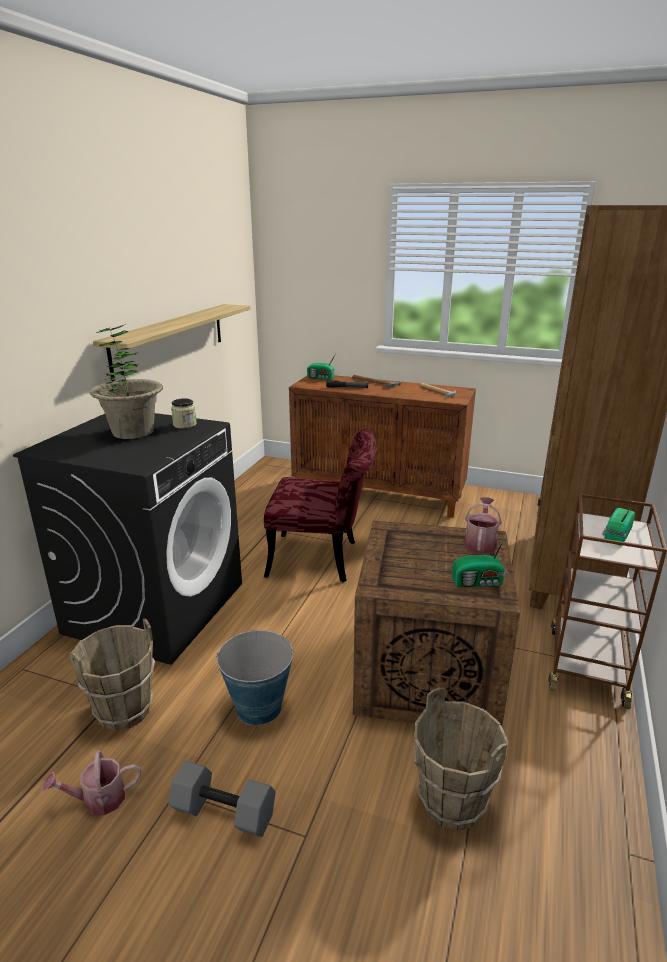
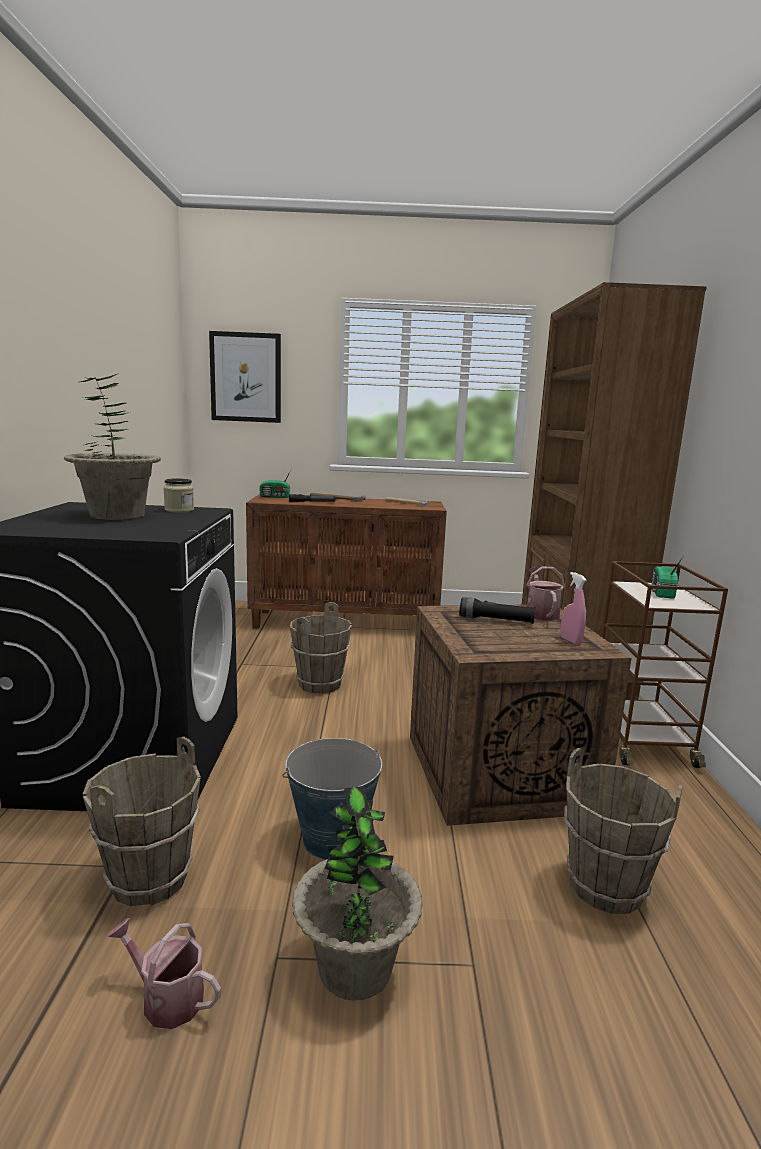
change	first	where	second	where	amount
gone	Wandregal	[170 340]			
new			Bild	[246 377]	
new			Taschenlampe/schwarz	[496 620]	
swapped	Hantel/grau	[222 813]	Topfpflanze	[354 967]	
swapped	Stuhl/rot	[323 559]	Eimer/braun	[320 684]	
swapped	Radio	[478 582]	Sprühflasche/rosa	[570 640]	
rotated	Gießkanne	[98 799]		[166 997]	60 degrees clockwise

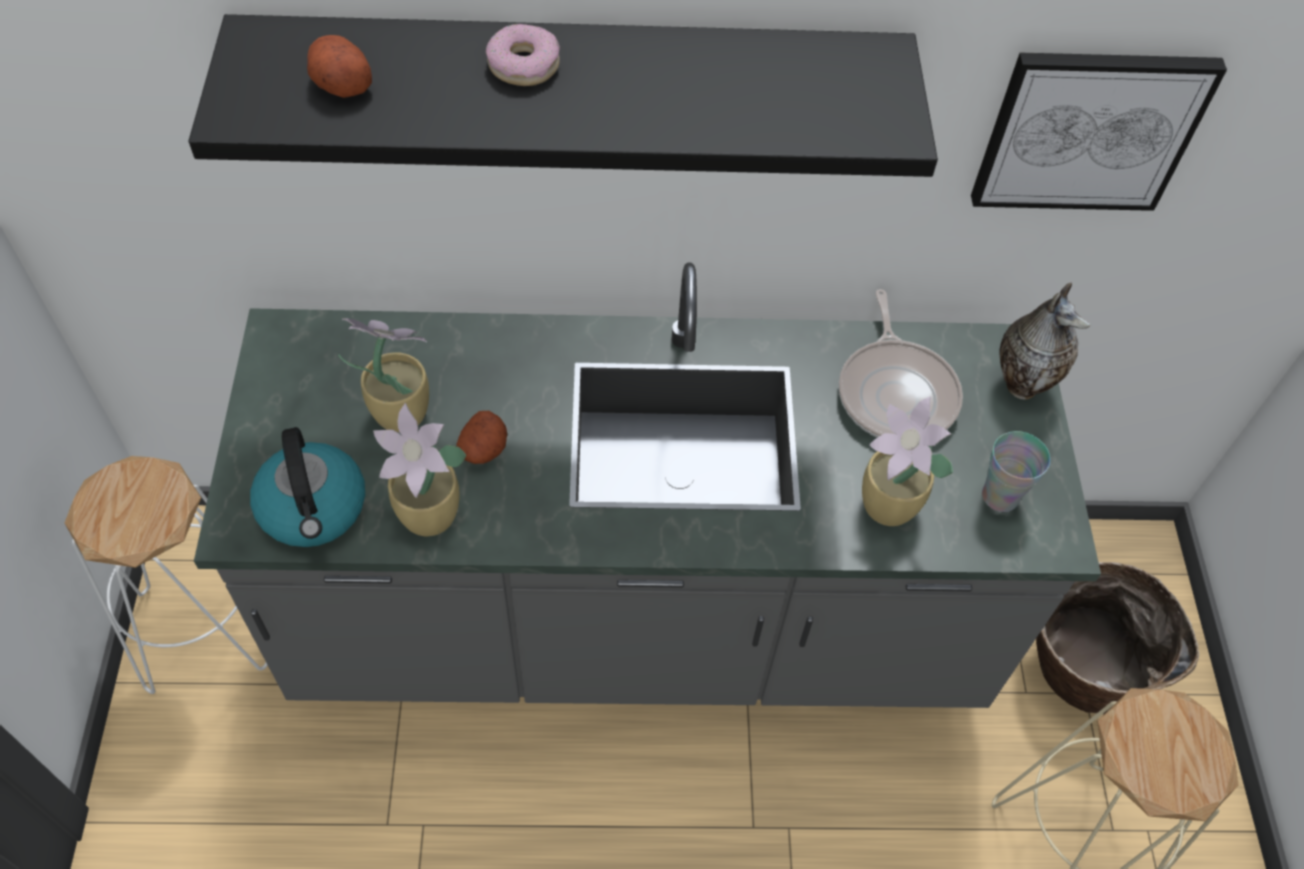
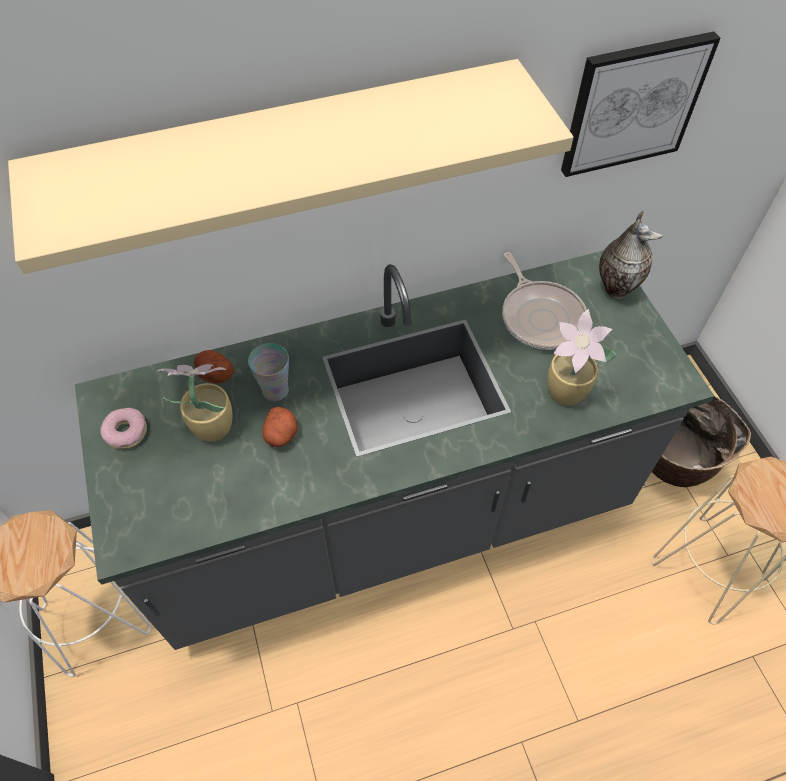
change	first	where	second	where	amount
gone	Wasserkessel	[314 509]			
gone	Topfpflanze	[431 517]			
shifted	Kartoffel	[340 83]		[214 373]	
shifted	Donut	[524 65]		[126 432]	
shifted	Tasse	[1000 496]		[275 390]	
repainted	Wandregal/schwarz	[573 80]	Wandregal/beige	[284 150]	

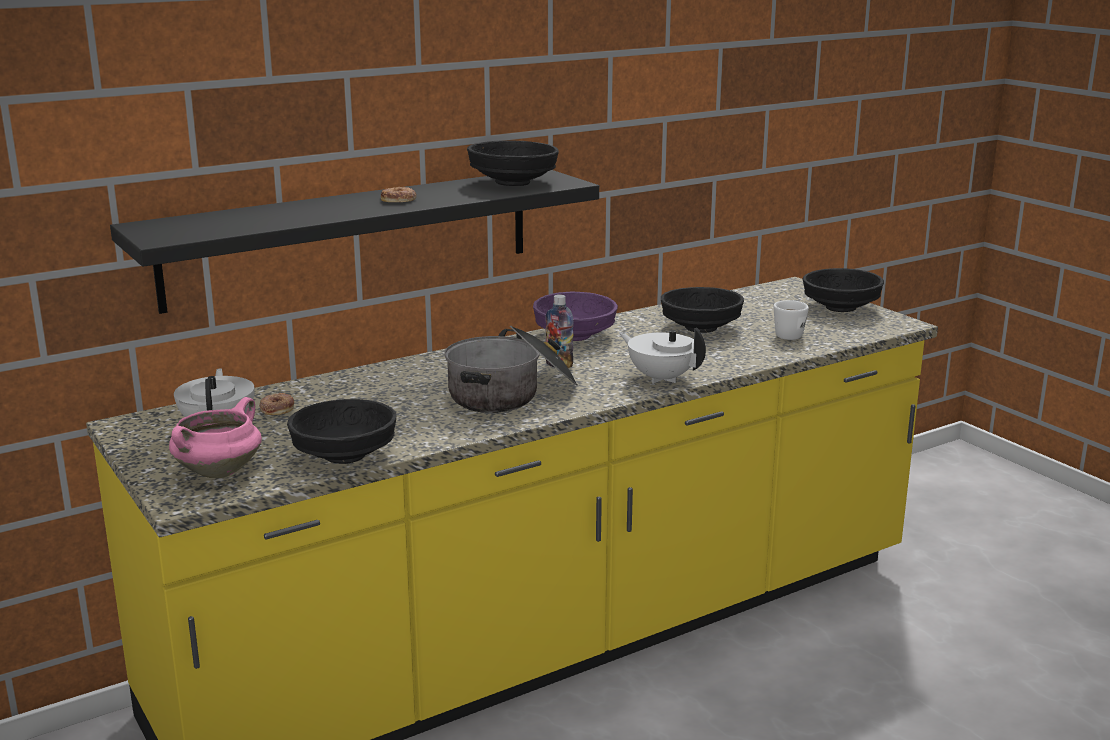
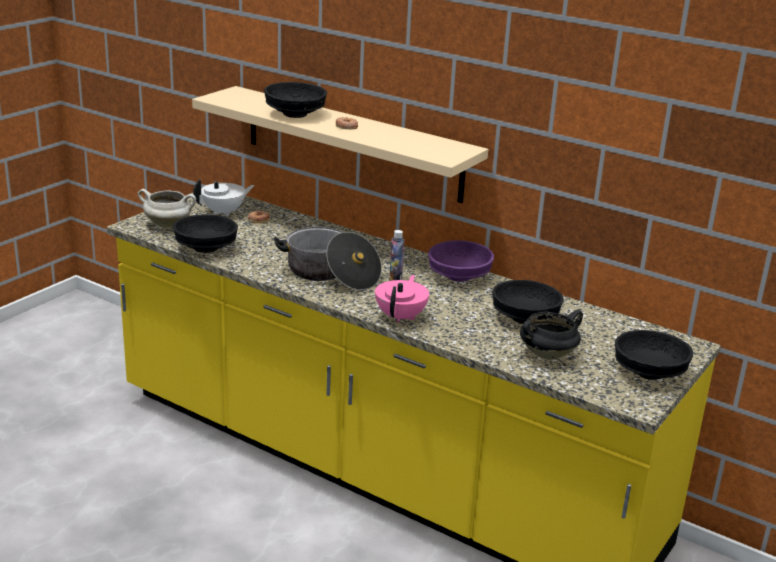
change	first	where	second	where	amount
shifted	Schüssel/schwarz	[513 183]		[294 114]	
swapped	Henkelbecher/weiß	[787 334]	Kochtopf/schwarz	[548 354]	
repainted	Wandregal/schwarz	[351 237]	Wandregal/beige	[352 143]	
repainted	Kochtopf/rosa	[219 471]	Kochtopf/weiß	[169 225]	
repainted	Teekanne/weiß	[661 378]	Teekanne/rosa	[401 317]	

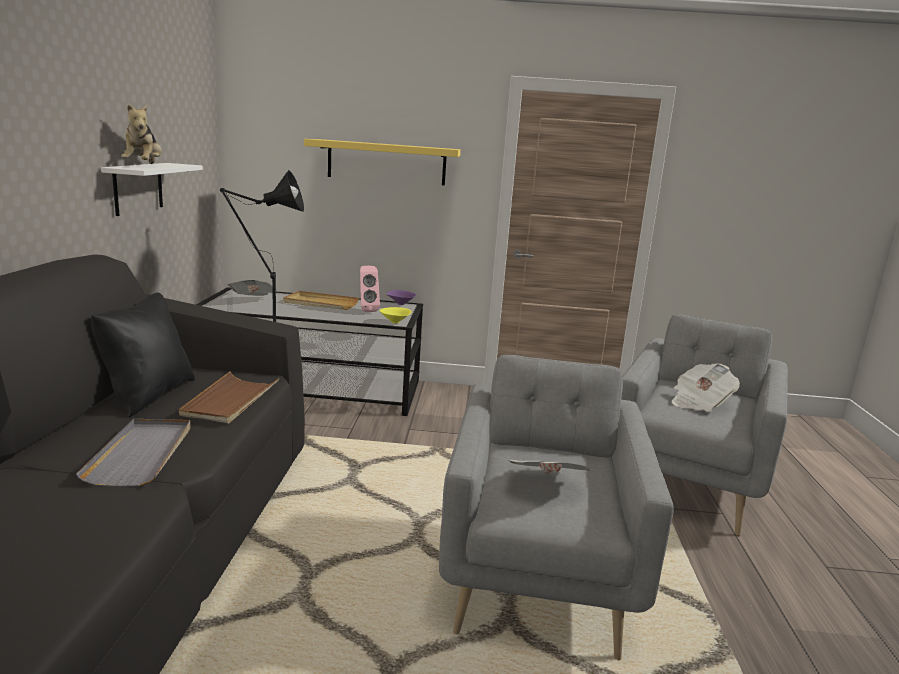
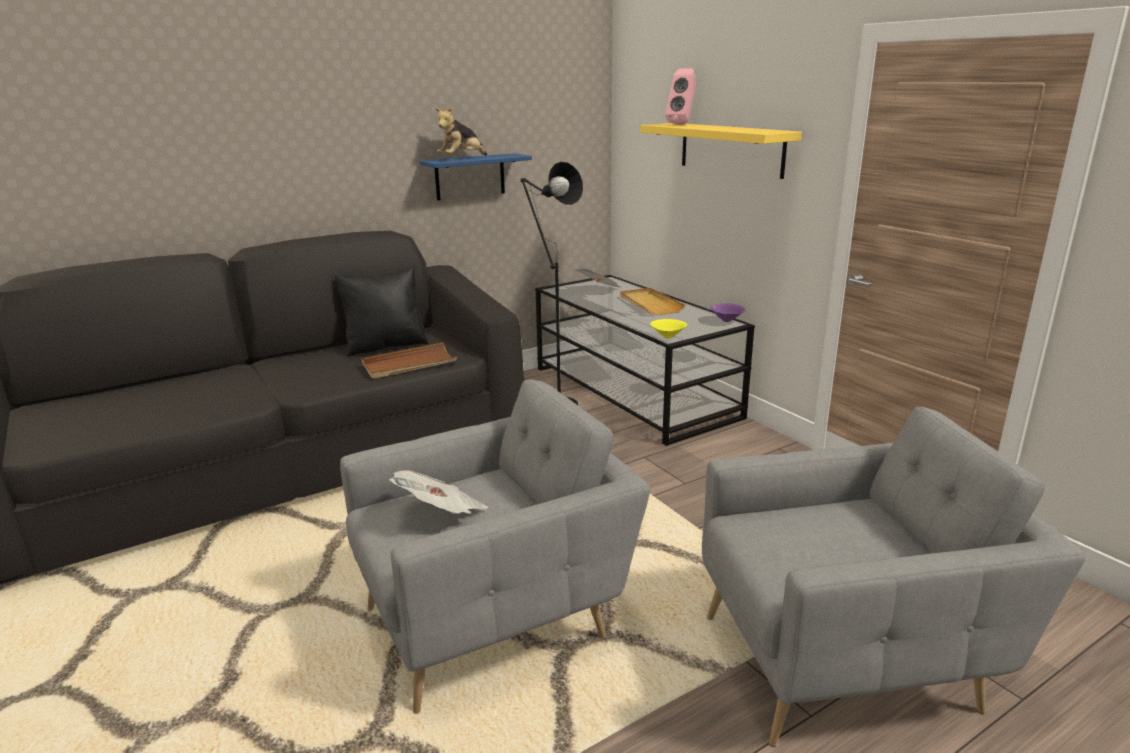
change	first	where	second	where	amount
gone	Tablett/grau	[142 454]			
gone	Zeitung	[699 403]			
shifted	Lautsprecher/rosa	[367 310]		[682 124]	
repainted	Wandregal/weiß	[138 188]	Wandregal/blau	[470 176]	

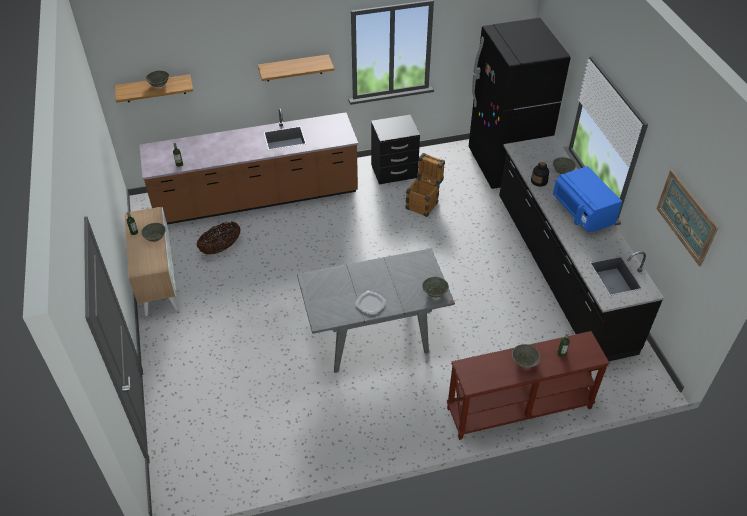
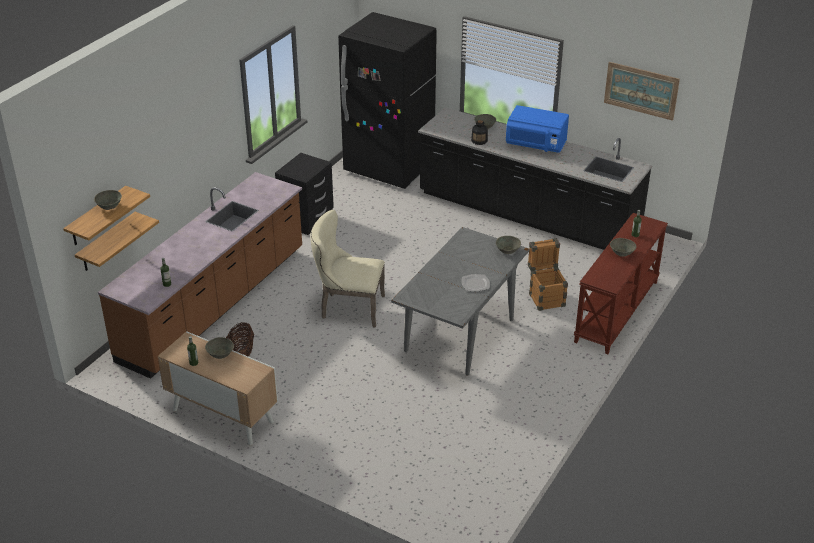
change	first	where	second	where	amount
new			Stuhl/beige	[348 308]	
shifted	Wandregal	[294 68]		[107 242]	
shifted	Kiste	[424 203]		[545 297]	

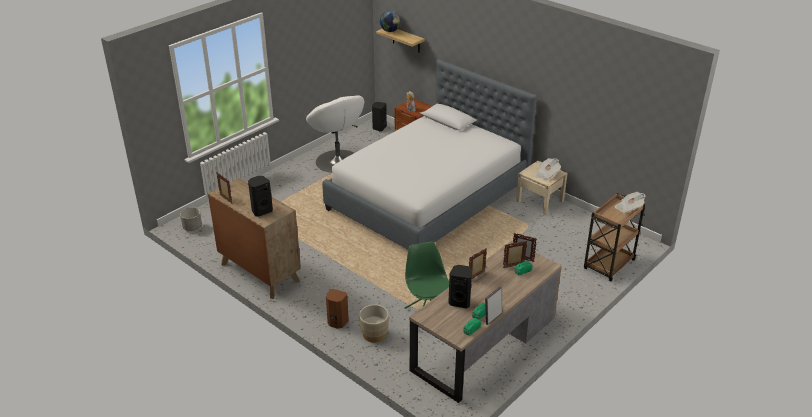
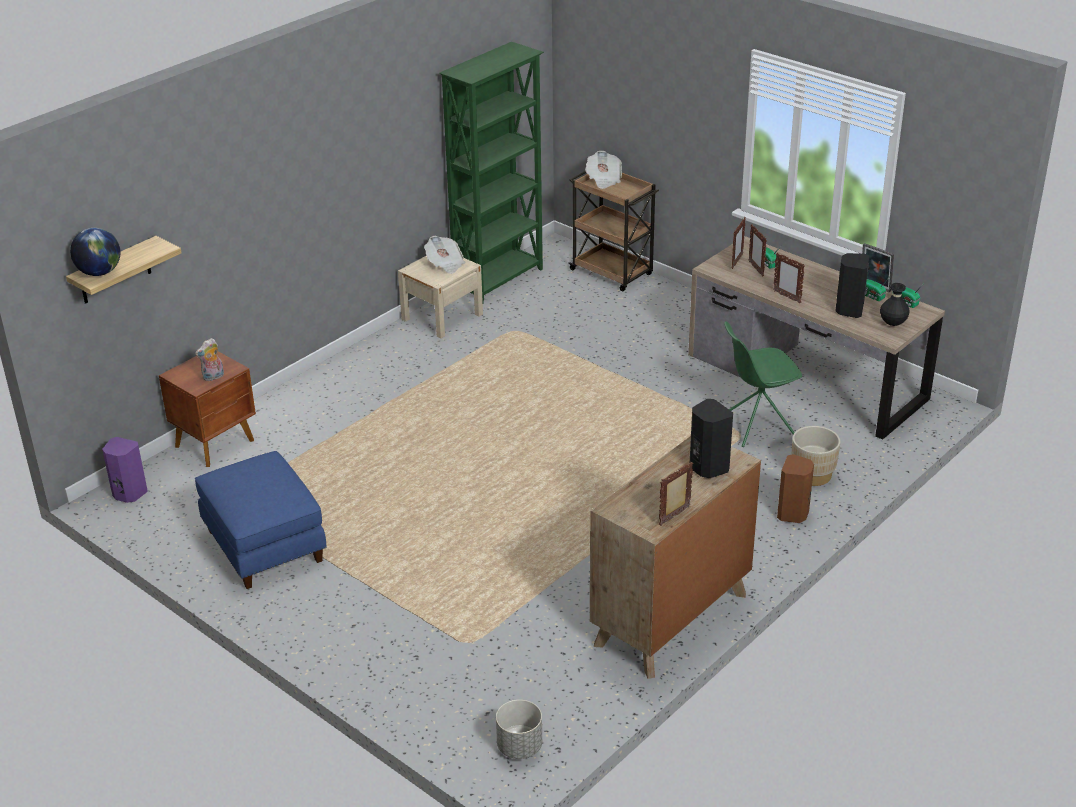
change	first	where	second	where	amount
gone	Bett	[428 197]			
new			Bücherregal/grün	[500 280]	
new			Vase/schwarz	[893 324]	
swapped	Sessel/weiß	[338 161]	Polsterhocker/blau	[266 545]	
repainted	Lautsprecher/schwarz	[379 128]	Lautsprecher/lila	[129 494]	

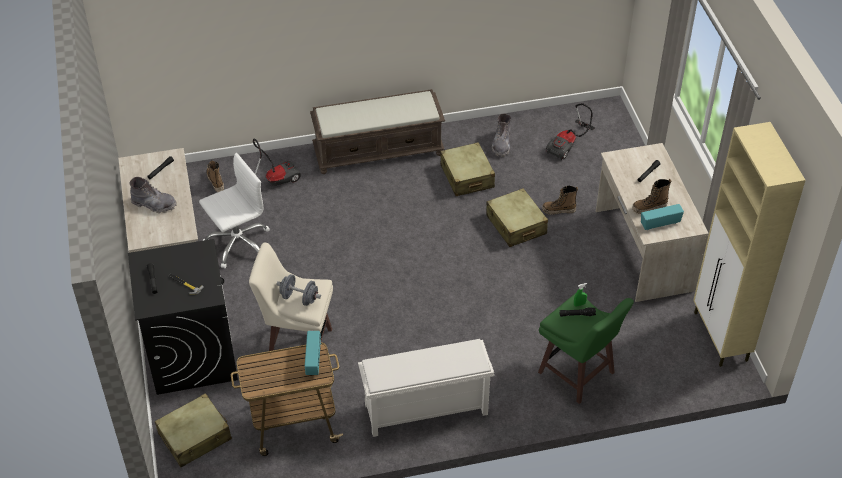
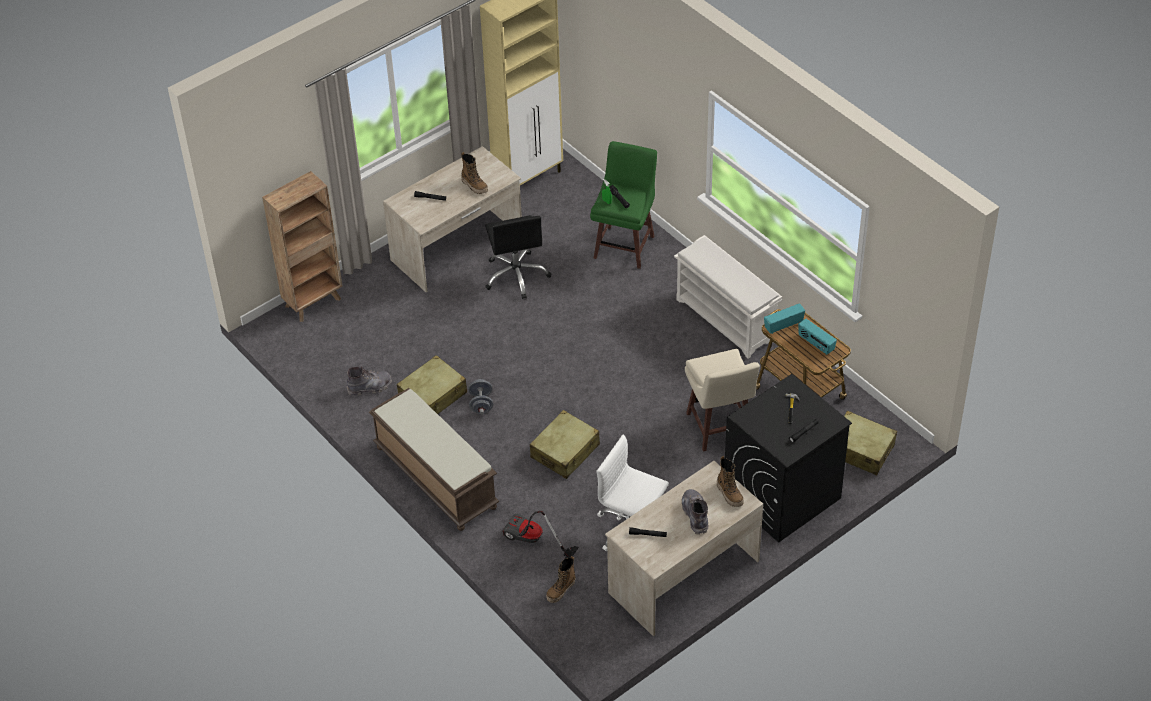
change	first	where	second	where	amount
gone	Staubsauger	[569 145]			
new			Bücherregal/braun	[314 302]	
new			Bürostuhl/schwarz	[516 275]	
shifted	Hantel/grau	[299 298]		[481 404]	
shifted	Koffer/beige	[516 225]		[565 451]	
shifted	Stiefel	[558 210]		[729 494]	
shifted	Radio	[660 224]		[816 344]	

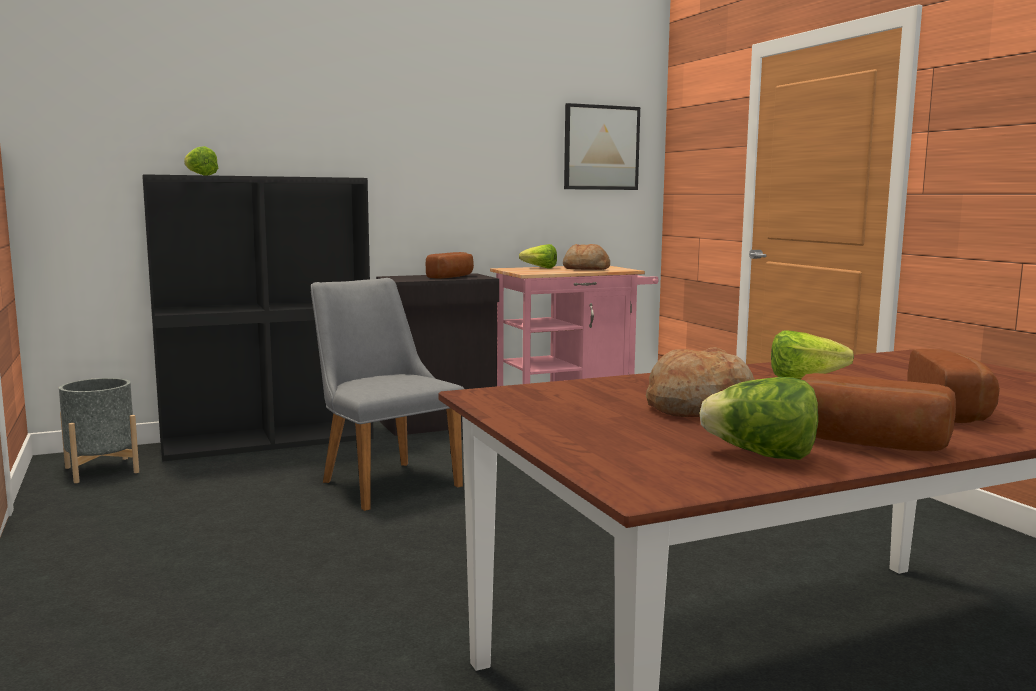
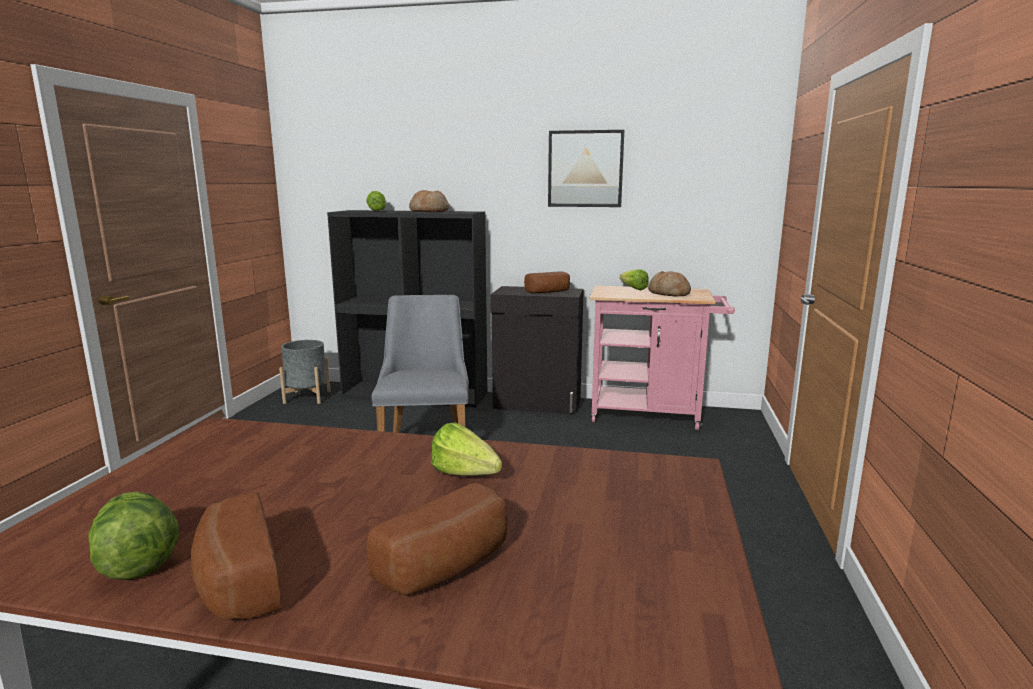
change	first	where	second	where	amount
shifted	Bild	[601 147]		[585 169]	
shifted	Brot	[700 408]		[429 211]	

